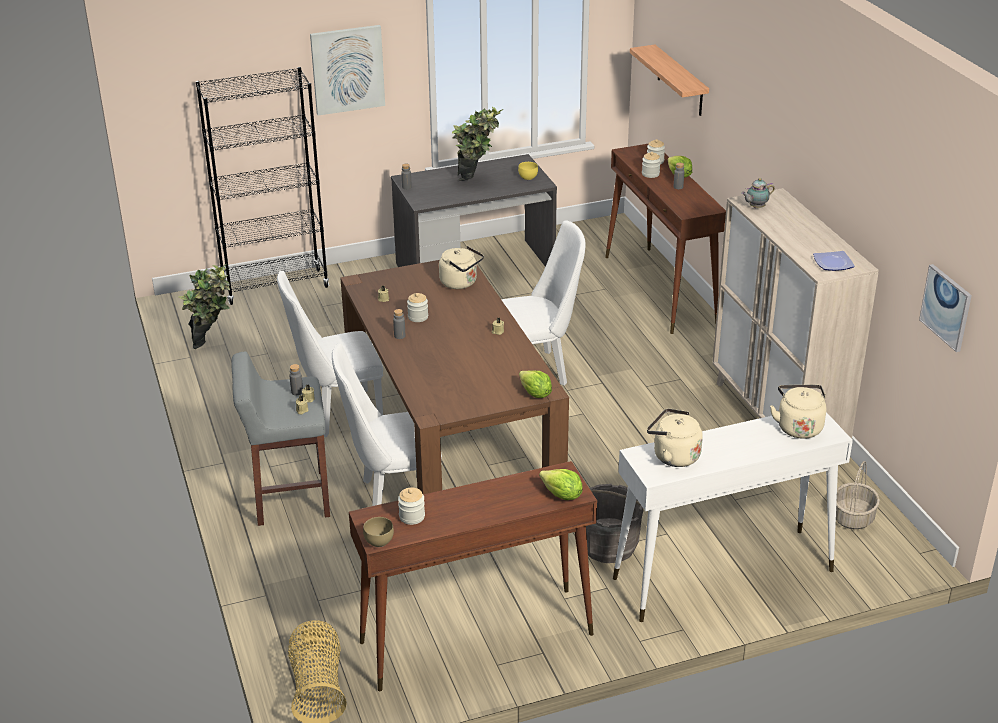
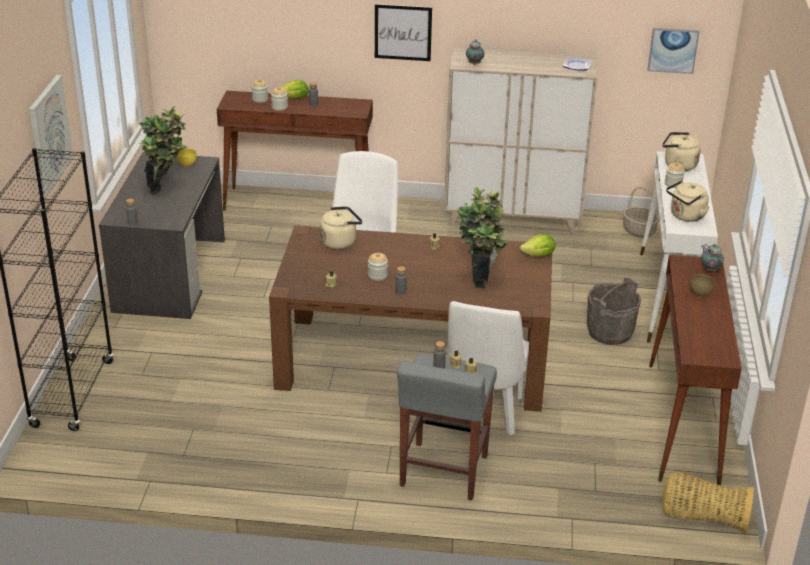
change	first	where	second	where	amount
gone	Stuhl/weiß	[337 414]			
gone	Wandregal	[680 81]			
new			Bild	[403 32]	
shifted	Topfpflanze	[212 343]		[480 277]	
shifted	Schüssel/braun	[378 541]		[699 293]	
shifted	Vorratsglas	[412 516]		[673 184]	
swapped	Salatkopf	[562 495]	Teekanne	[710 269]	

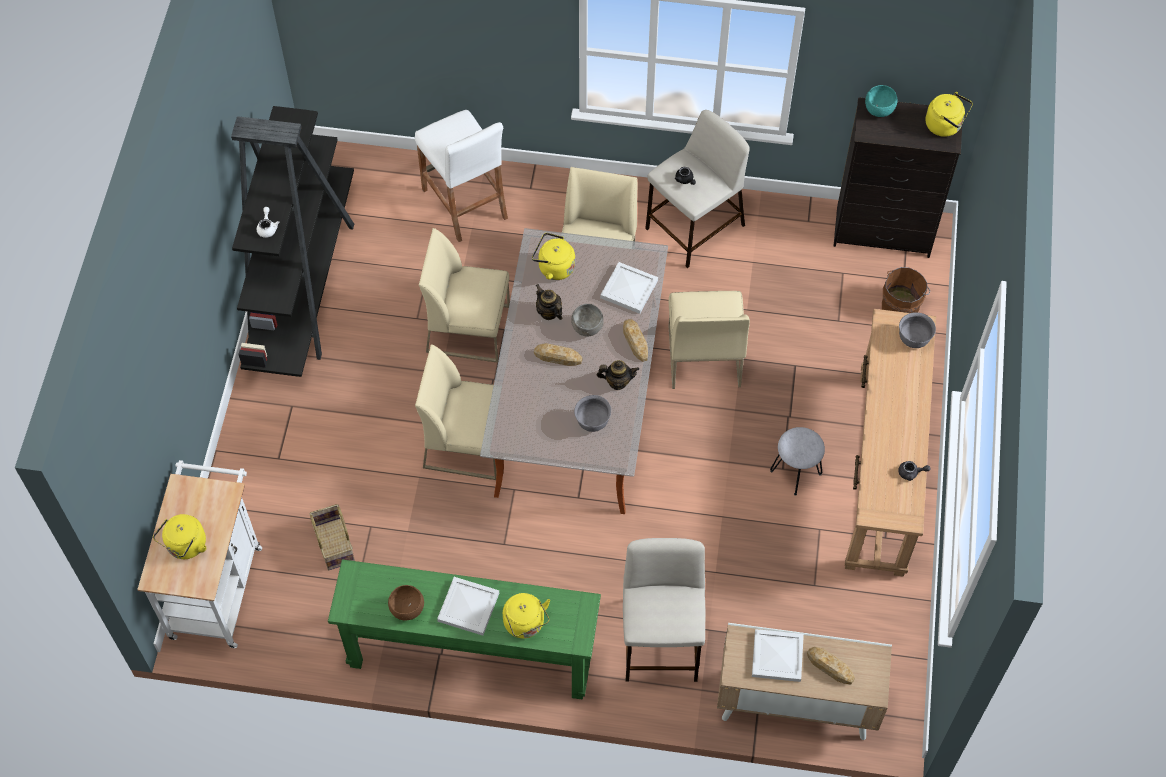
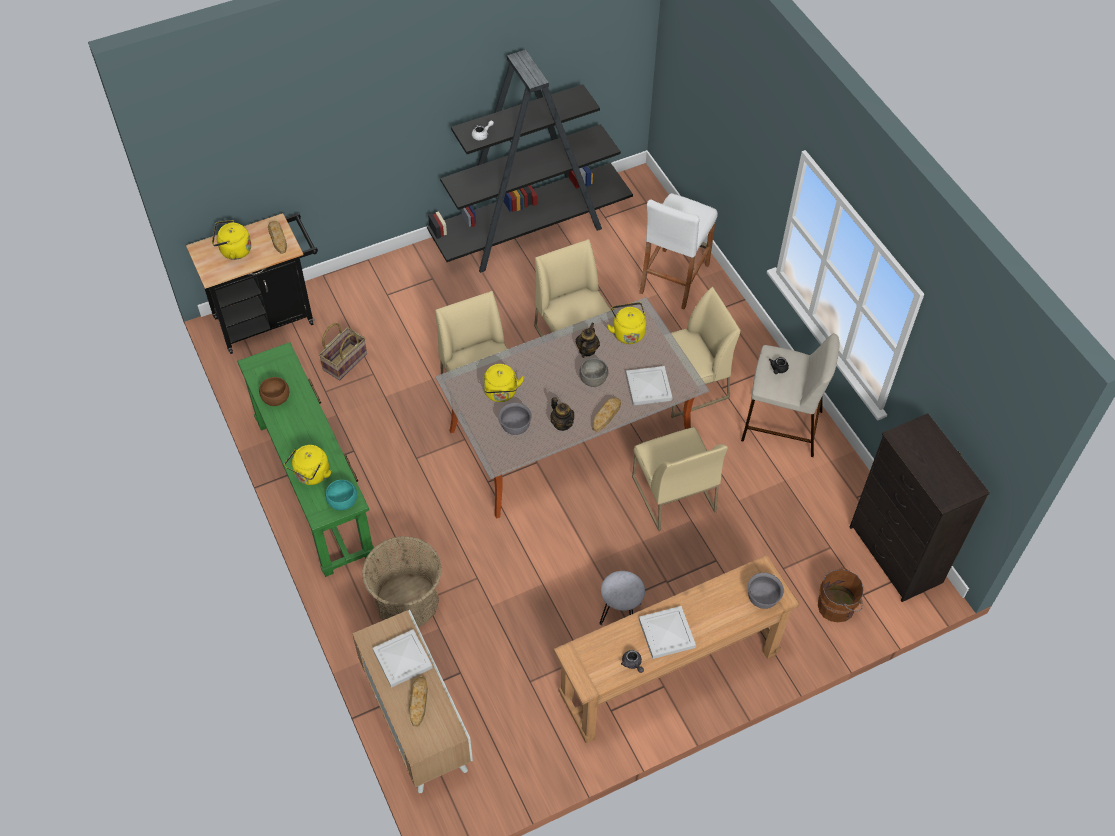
change	first	where	second	where	amount
shifted	Tablett/weiß	[469 606]		[667 634]	
shifted	Brot	[558 357]		[278 238]	
shifted	Schüssel/türkis	[878 109]		[343 501]	
shifted	Wasserkessel/gelb	[945 125]		[501 393]	
swapped	Hocker/beige	[661 641]	Korb	[407 601]	
repainted	Rollwagen/weiß	[217 585]	Rollwagen/schwarz	[270 318]	
rotated	Stuhl/beige	[703 355]		[672 494]	75 degrees counterclockwise

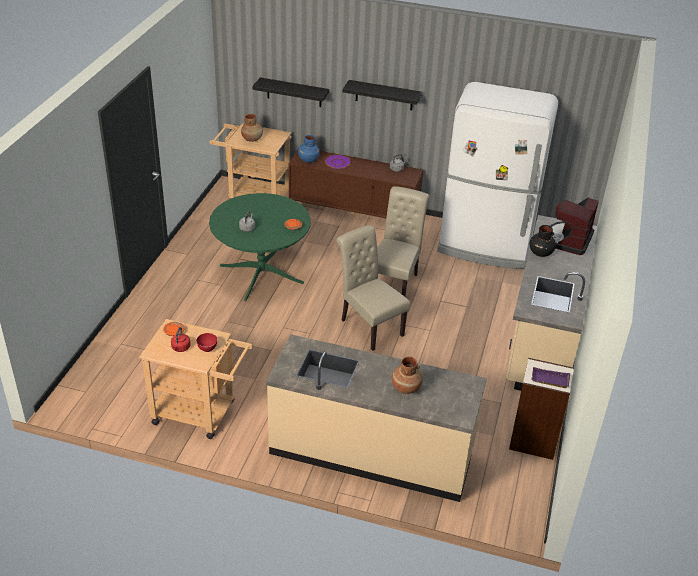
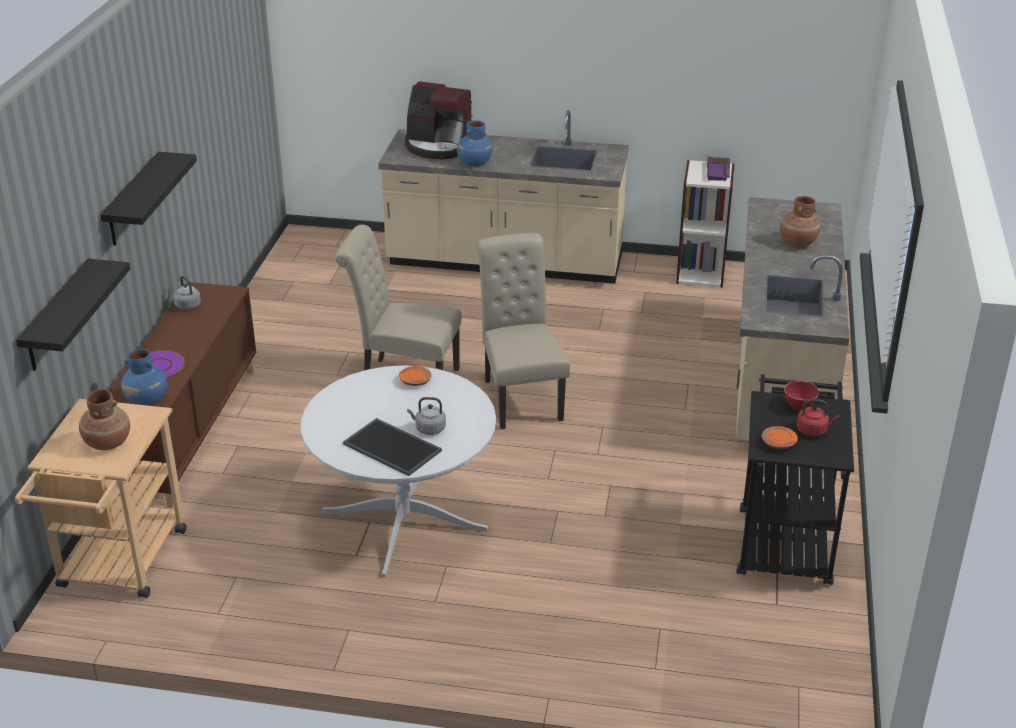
change	first	where	second	where	amount
gone	Kühlschrank/weiß	[485 246]			
new			Tablett	[393 447]	
repainted	Rollwagen/beige	[200 414]	Rollwagen/schwarz	[784 538]	
repainted	Esstisch/grün	[261 274]	Esstisch/weiß	[404 520]	
repainted	Vase/schwarz	[540 252]	Vase/blau	[474 163]	
rotated	Stuhl/beige	[369 325]		[520 396]	120 degrees clockwise

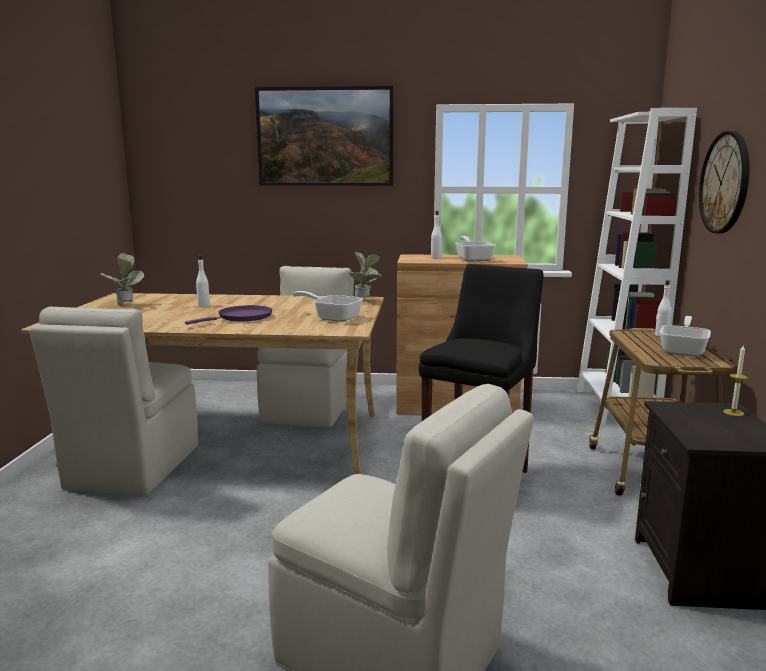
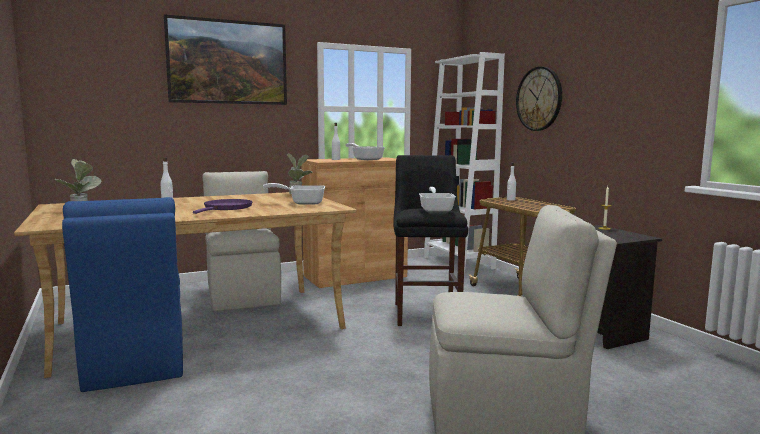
change	first	where	second	where	amount
shifted	Pfanne	[684 350]		[436 210]	
repainted	Stuhl/beige	[131 468]	Stuhl/blau	[134 363]	

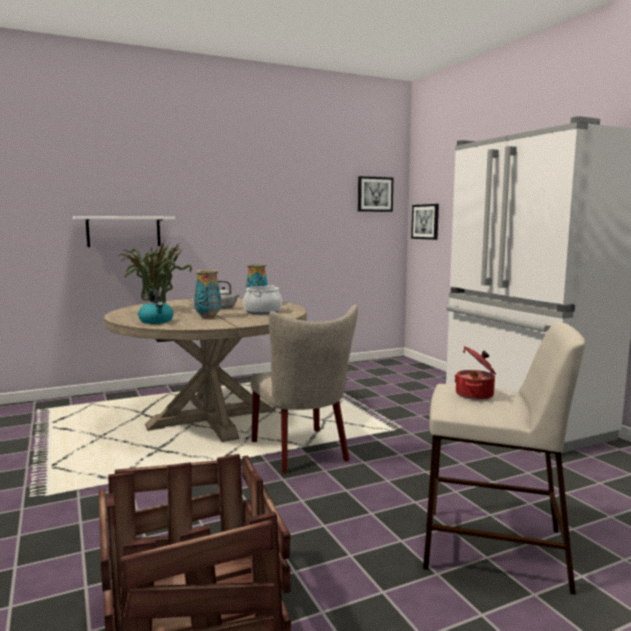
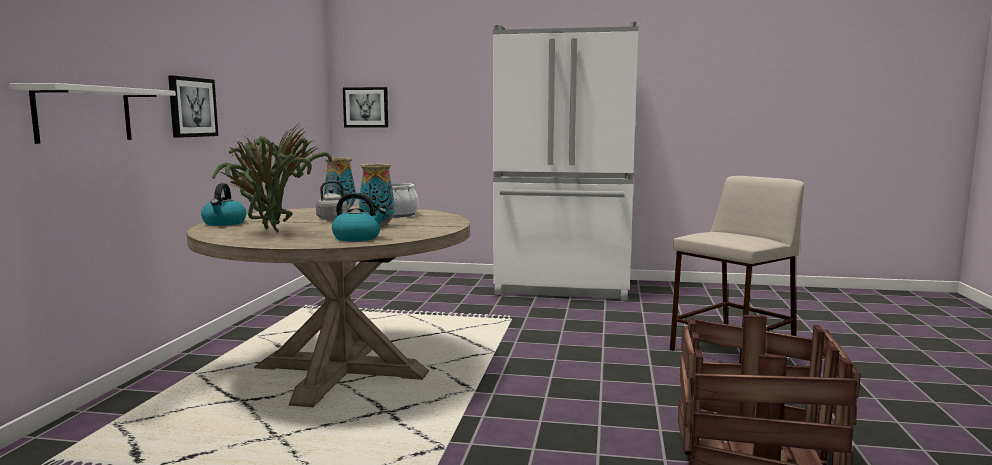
change	first	where	second	where	amount
gone	Stuhl/beige	[303 453]			
gone	Kochtopf	[475 395]			
new			Wasserkessel	[224 223]	
shifted	Bild	[374 194]		[192 107]	

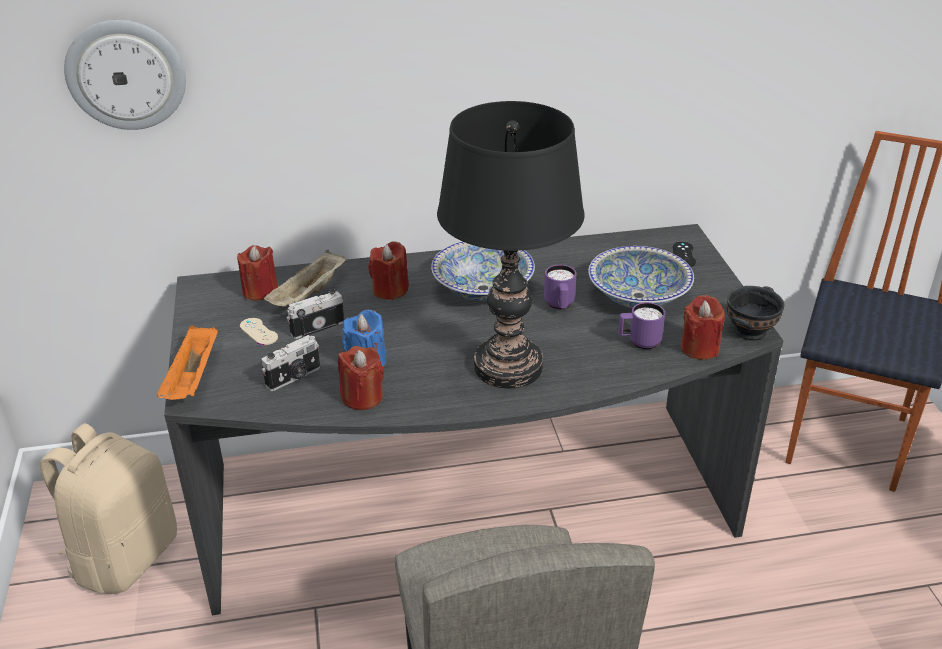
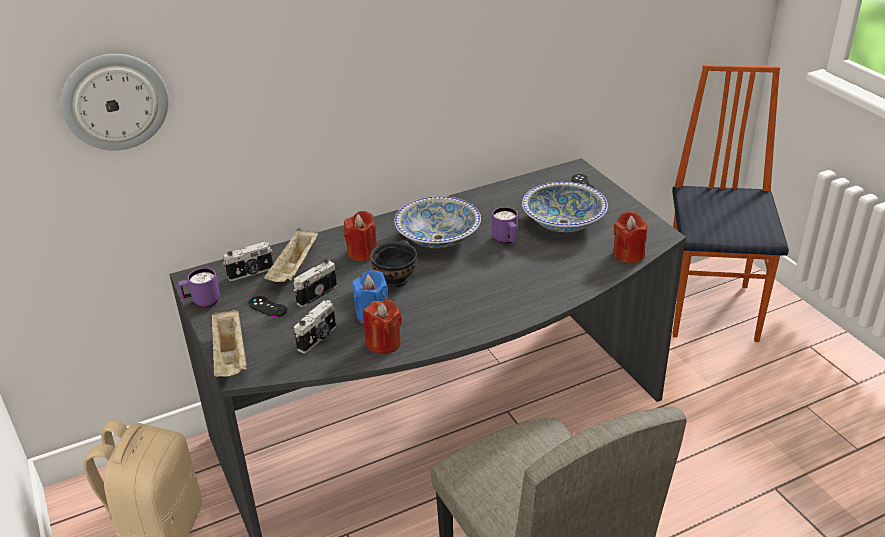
change	first	where	second	where	amount
gone	Tischlampe/schwarz	[508 367]			
shifted	Henkelbecher/lila	[639 342]		[202 302]	
shifted	Schüssel/schwarz	[748 332]		[394 280]	
swapped	Kerze/rot	[260 291]	Kamera	[251 273]	
repainted	Tablett/orange	[193 379]	Tablett/beige	[231 356]	
repainted	Gamepad/beige	[258 332]	Gamepad/schwarz	[267 307]	

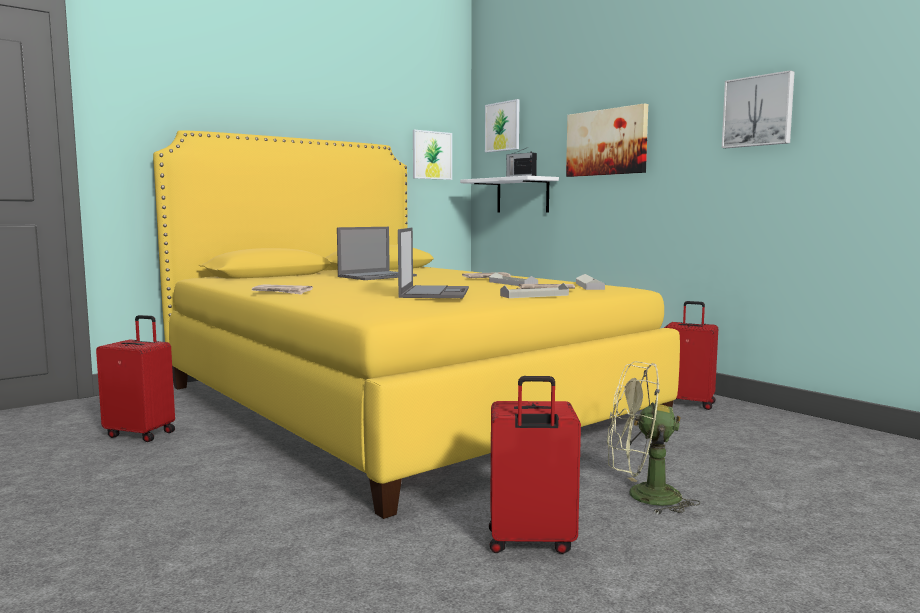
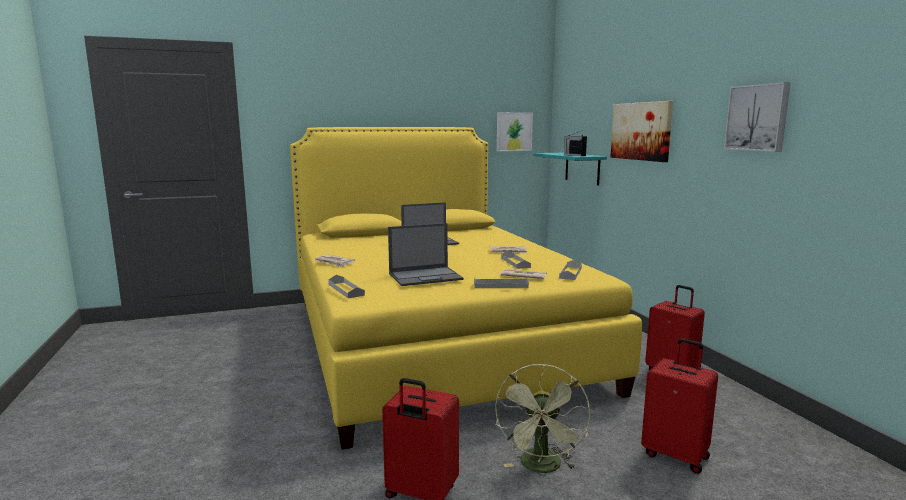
change	first	where	second	where	amount
gone	Bild	[502 126]			
new			Tablett/grau	[346 290]	
shifted	Koffer/rot	[141 434]		[676 455]	
repainted	Wandregal/weiß	[522 195]	Wandregal/türkis	[582 168]	
rotated	Laptop	[434 293]		[426 276]	45 degrees clockwise
rotated	Ventilator/grün	[642 497]		[542 468]	105 degrees counterclockwise

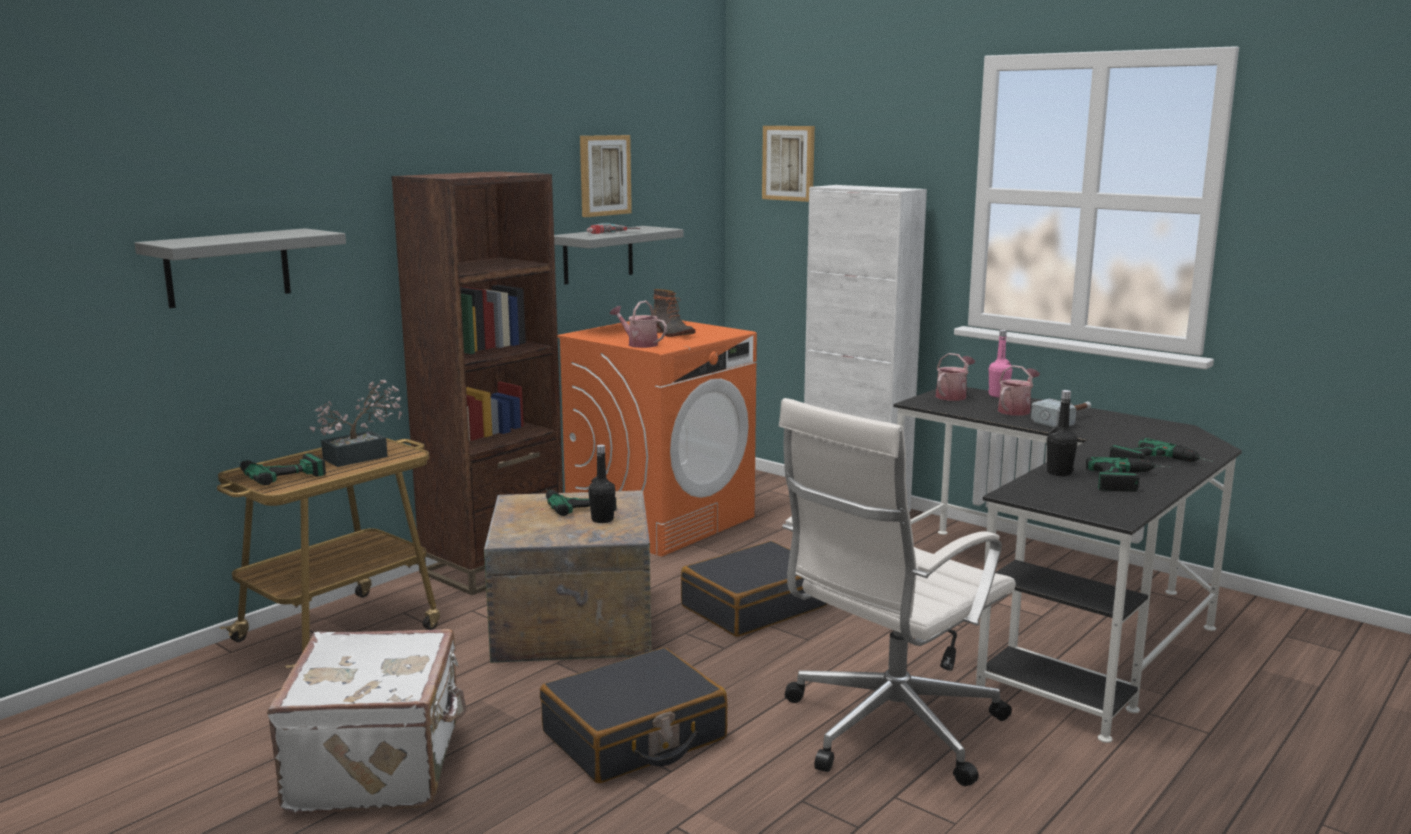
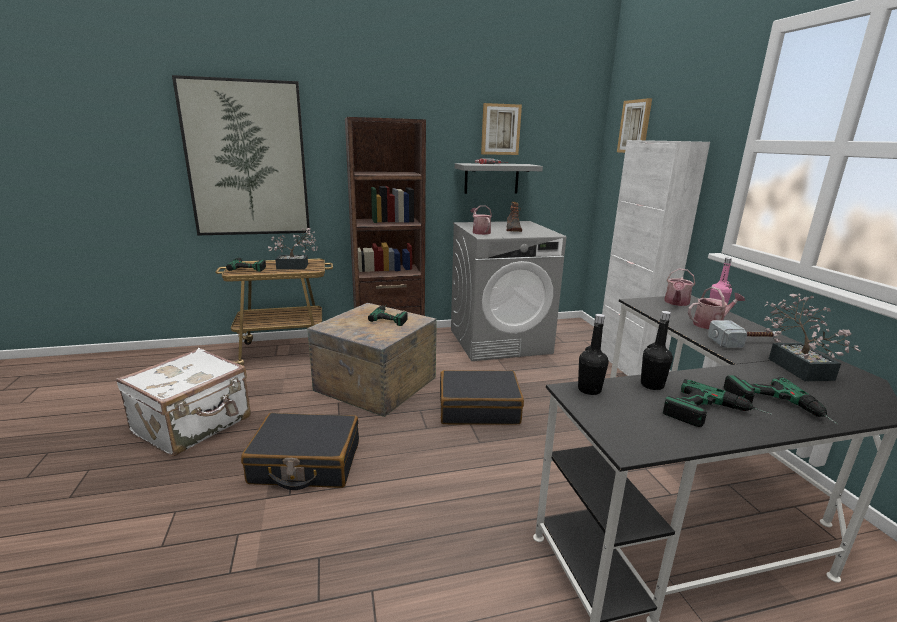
change	first	where	second	where	amount
gone	Bürostuhl/weiß	[887 729]			
new			Topfpflanze	[795 366]	
shifted	Flasche/schwarz	[602 519]		[589 390]	
swapped	Wandregal/grau	[228 267]	Bild	[247 160]	
repainted	Waschmaschine/orange	[661 520]	Waschmaschine/grau	[500 341]	
rotated	Gießkanne	[953 396]		[676 303]	135 degrees clockwise

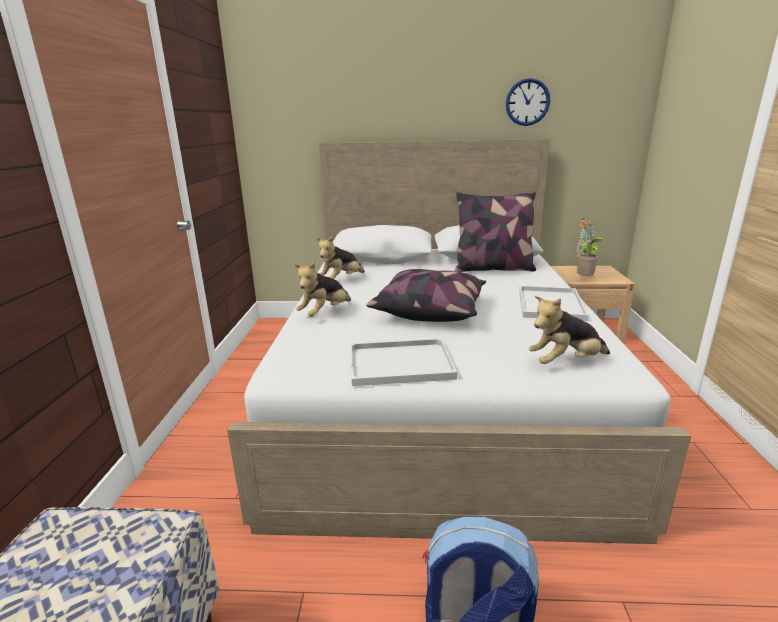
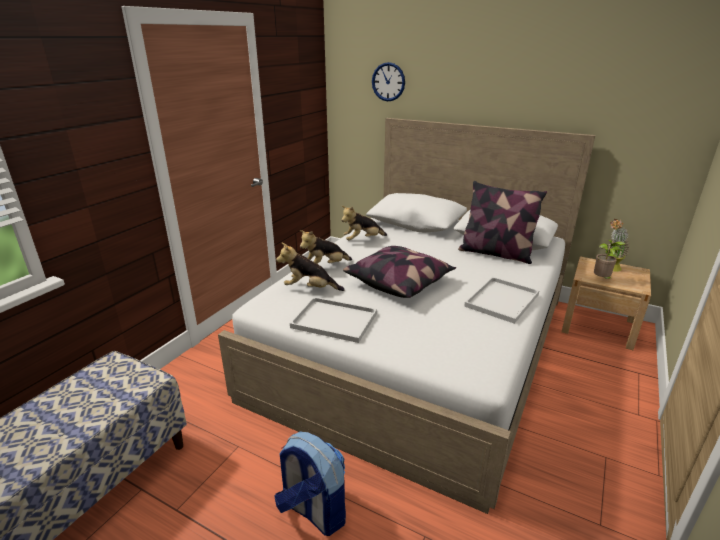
change	first	where	second	where	amount
shifted	Wanduhr	[527 102]		[388 82]	
shifted	Plüschtier	[566 362]		[310 289]	

